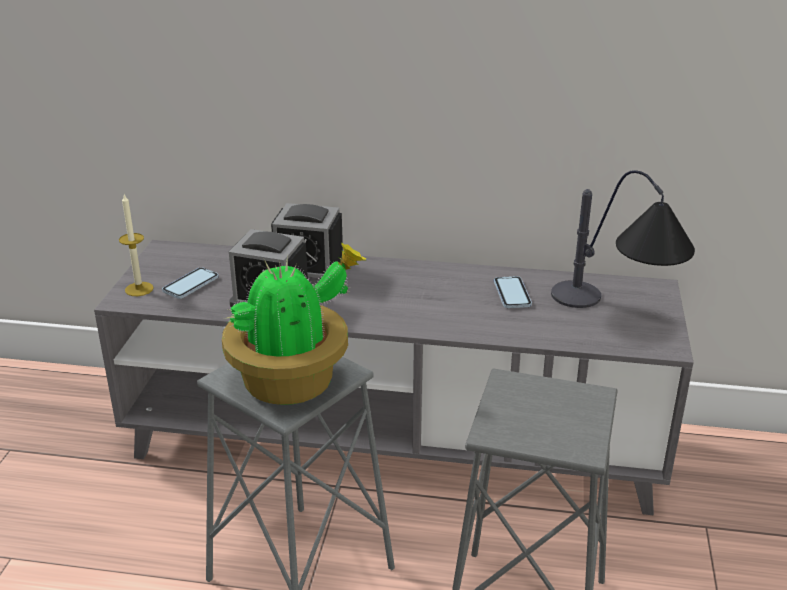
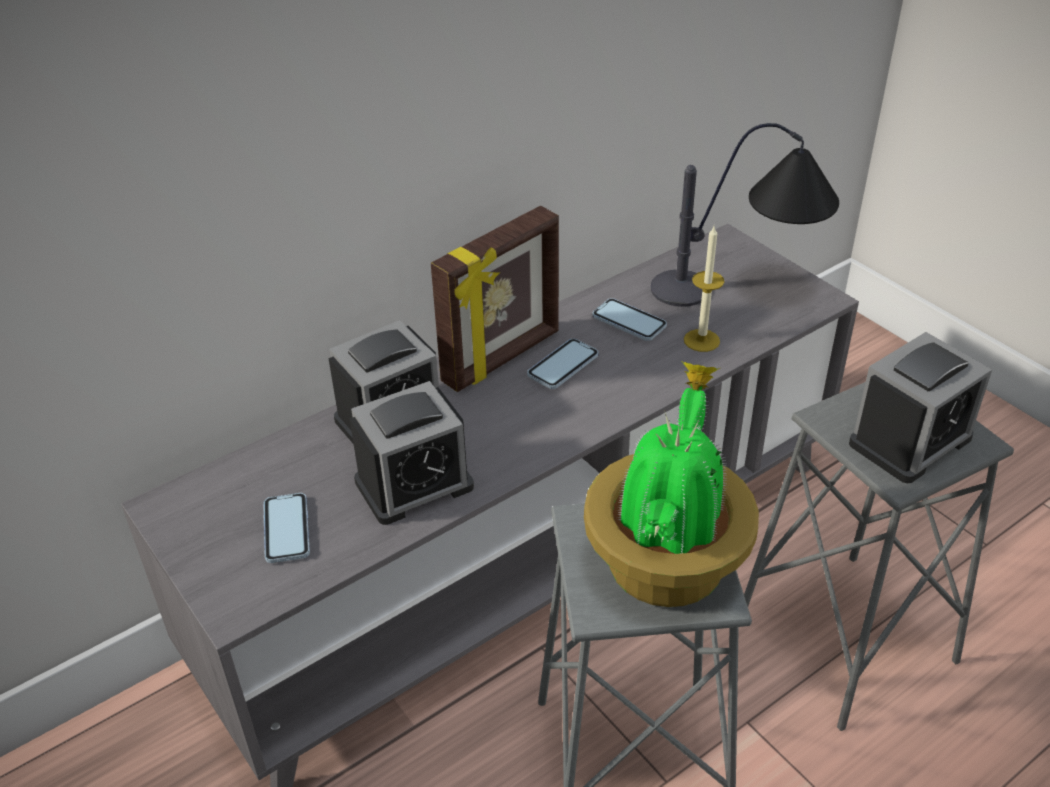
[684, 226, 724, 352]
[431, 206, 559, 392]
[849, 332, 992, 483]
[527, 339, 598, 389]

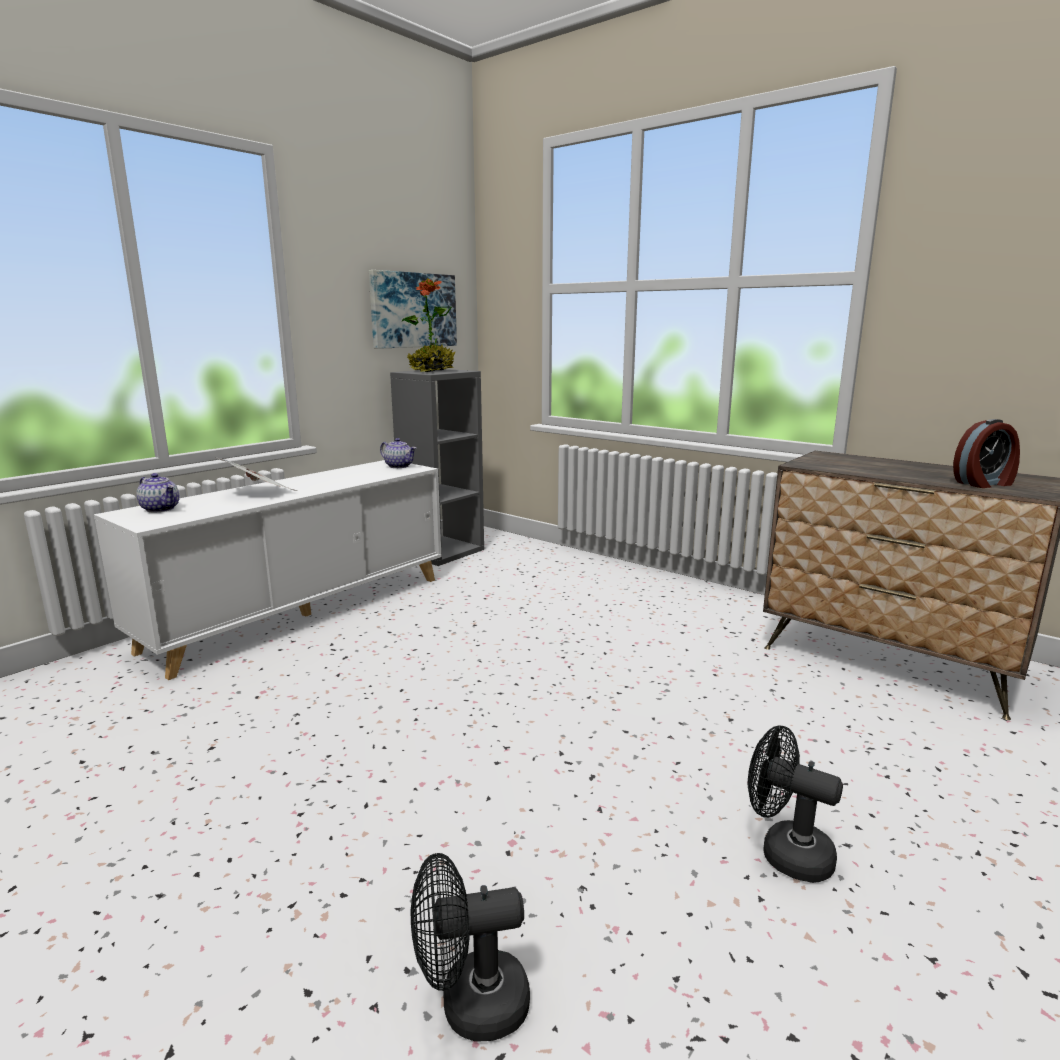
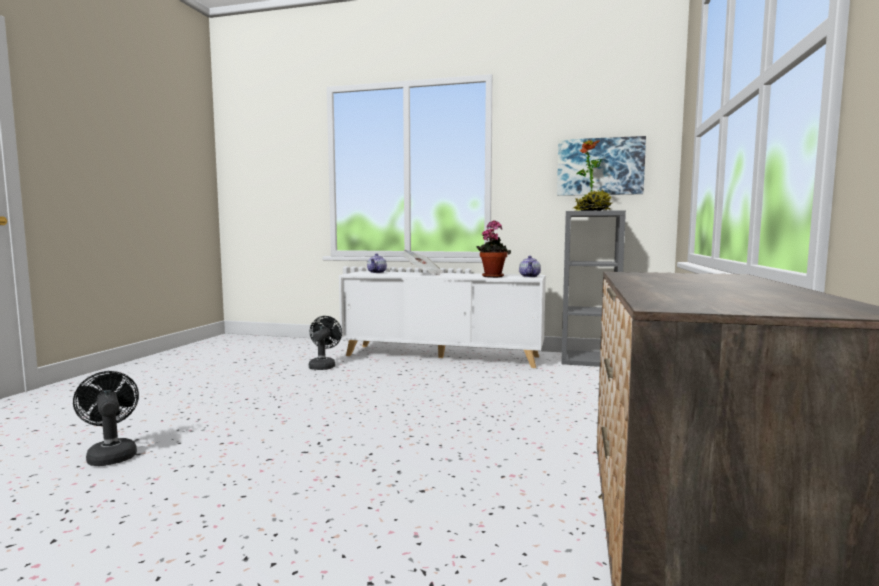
[953, 419, 1020, 488] (first image)
[309, 316, 342, 370]
[477, 220, 511, 278]

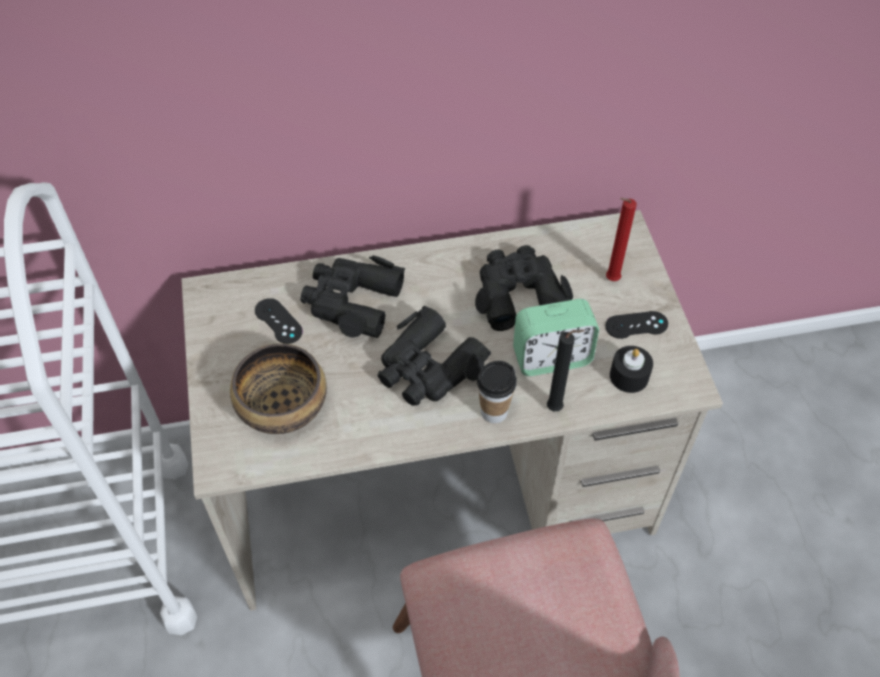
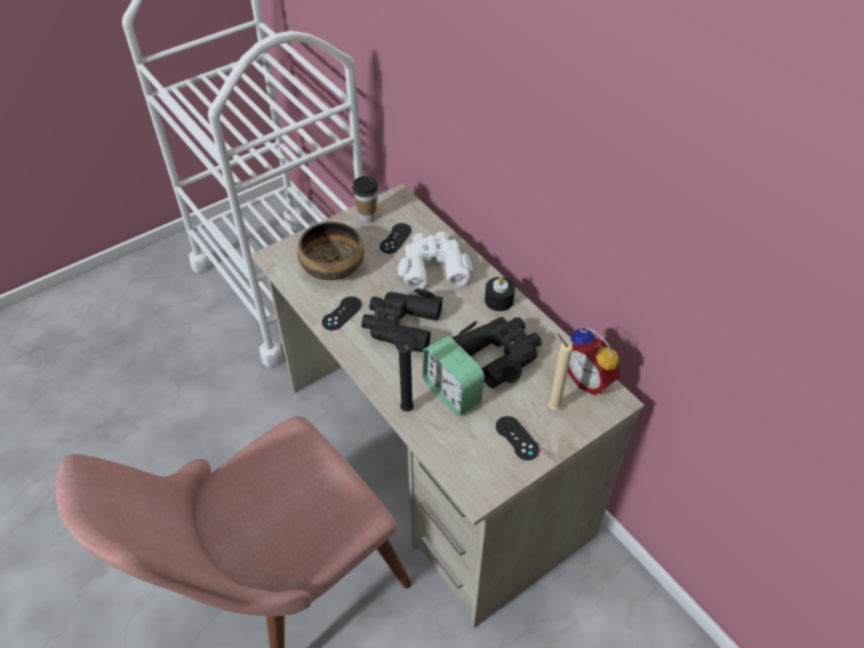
[548, 333, 573, 410]
[397, 232, 473, 291]
[485, 276, 515, 311]
[352, 176, 378, 223]
[322, 296, 362, 331]
[567, 327, 620, 395]

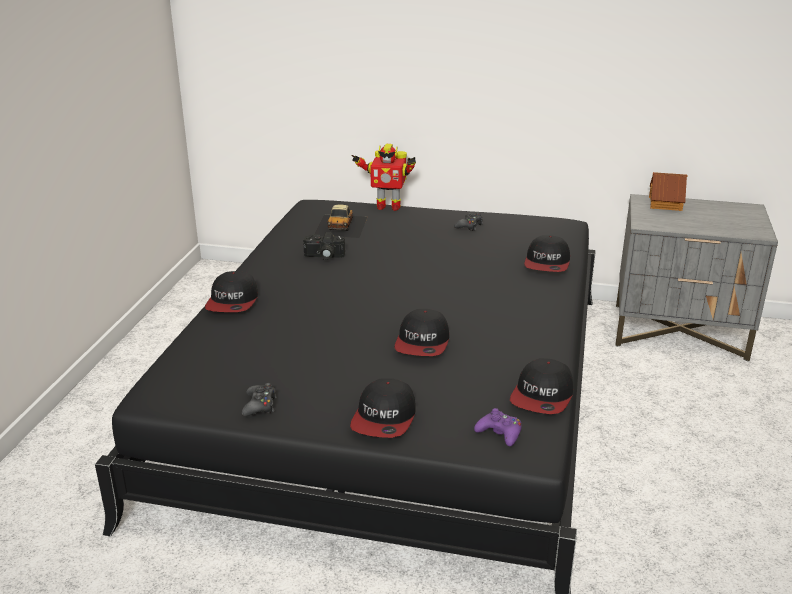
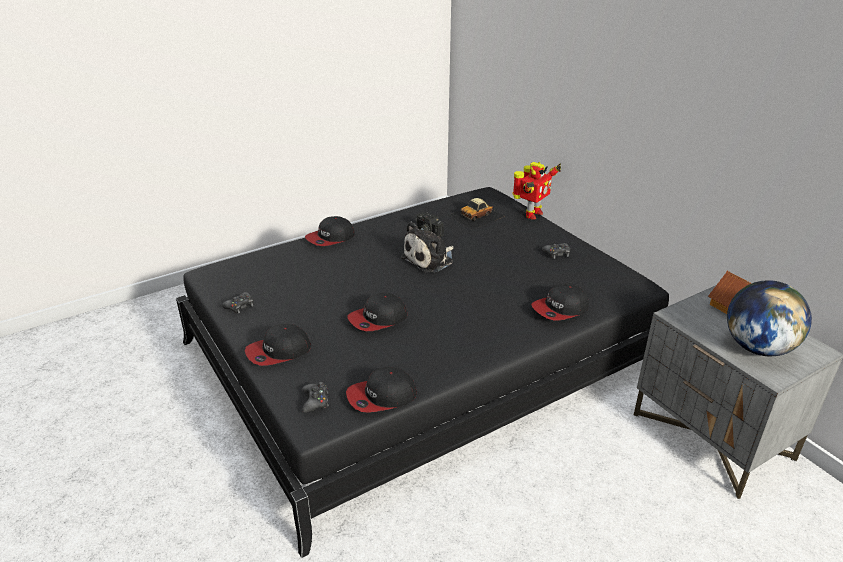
[513, 162, 561, 220]
[302, 382, 329, 413]
[401, 221, 454, 273]
[727, 280, 812, 356]

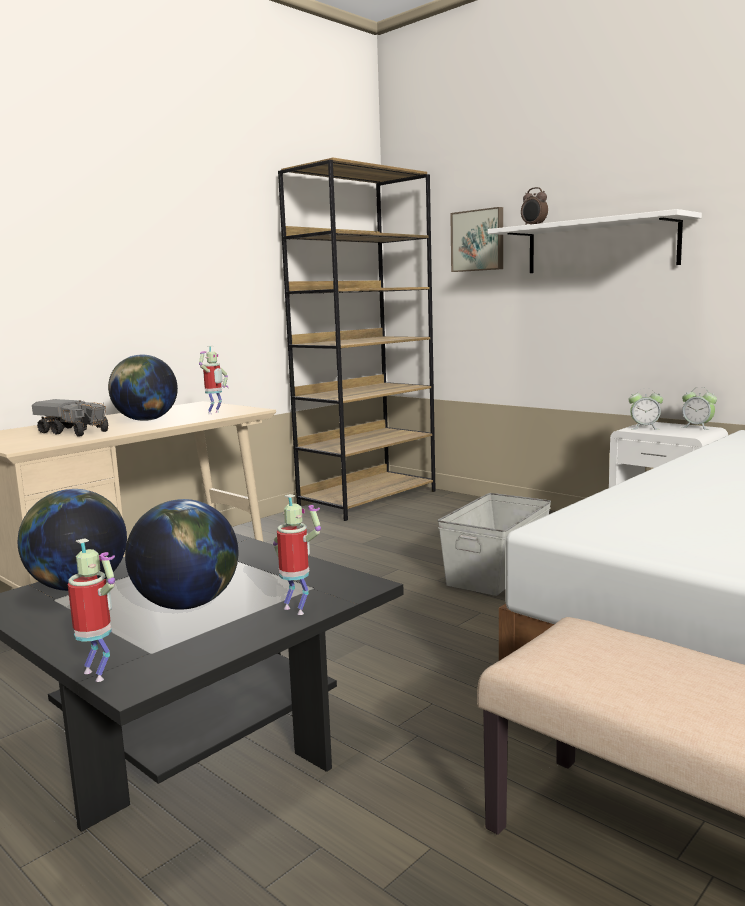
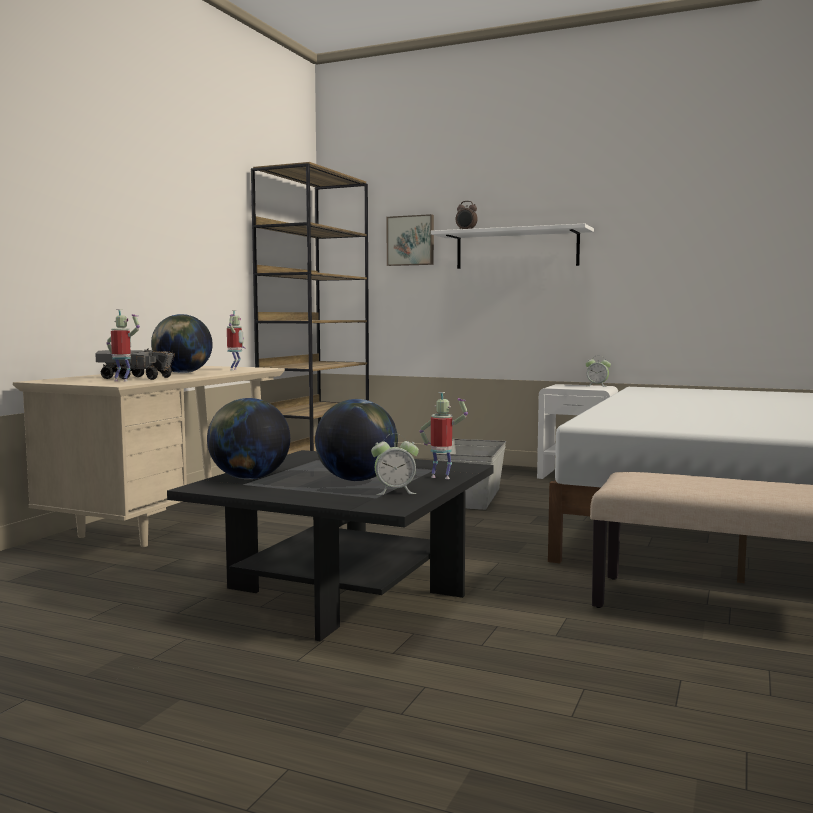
[371, 434, 419, 495]
[106, 309, 140, 382]

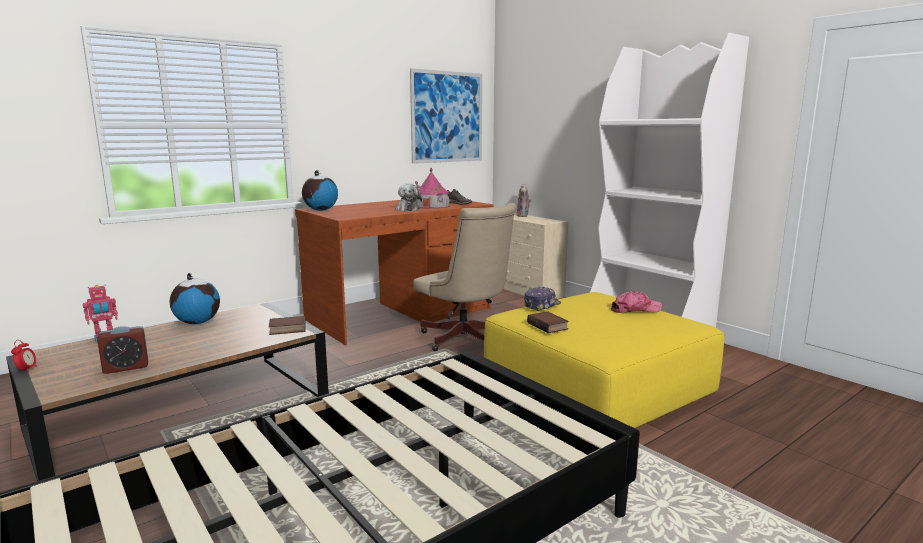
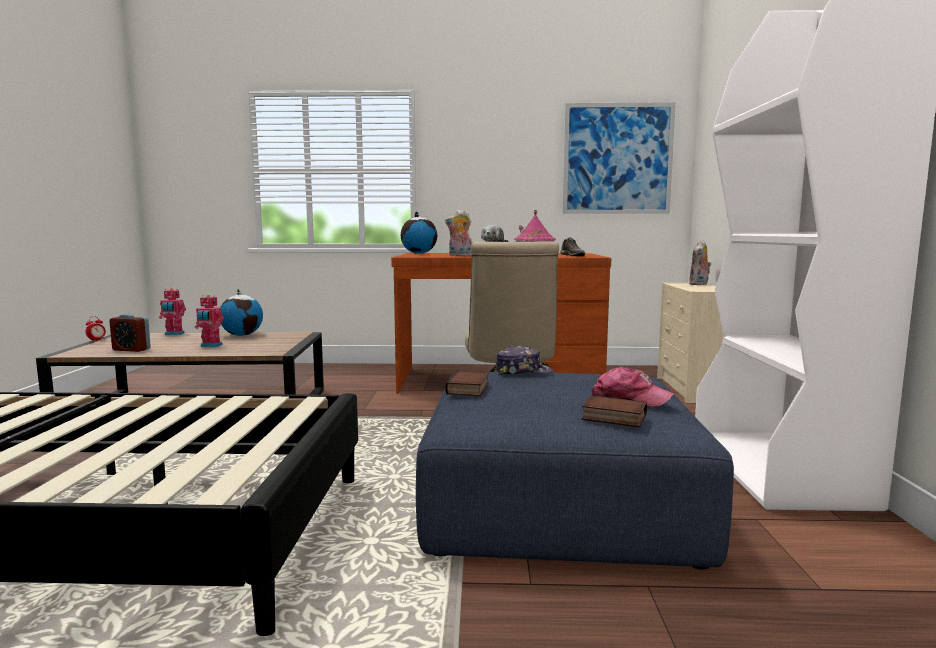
[416, 372, 734, 570]
[582, 396, 647, 428]
[445, 210, 472, 256]
[195, 295, 224, 347]

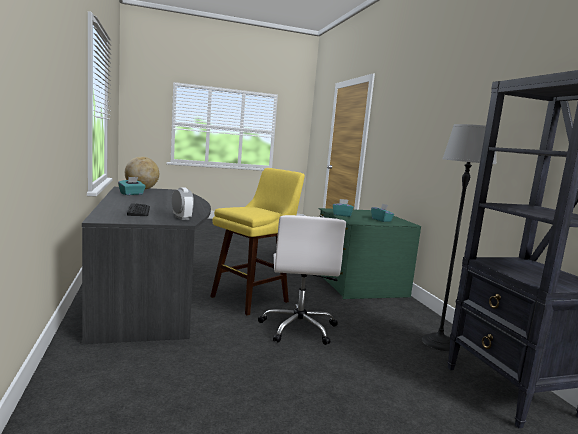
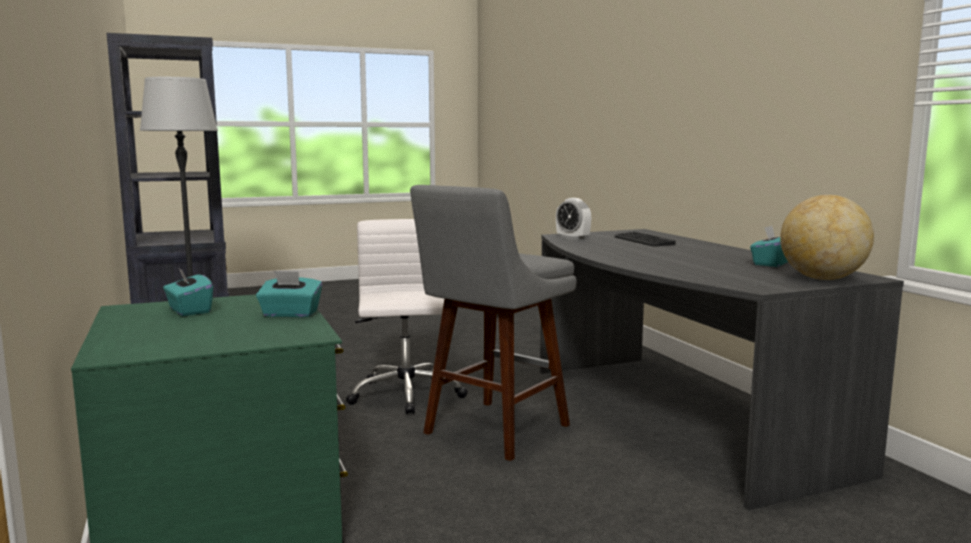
[410, 185, 577, 461]

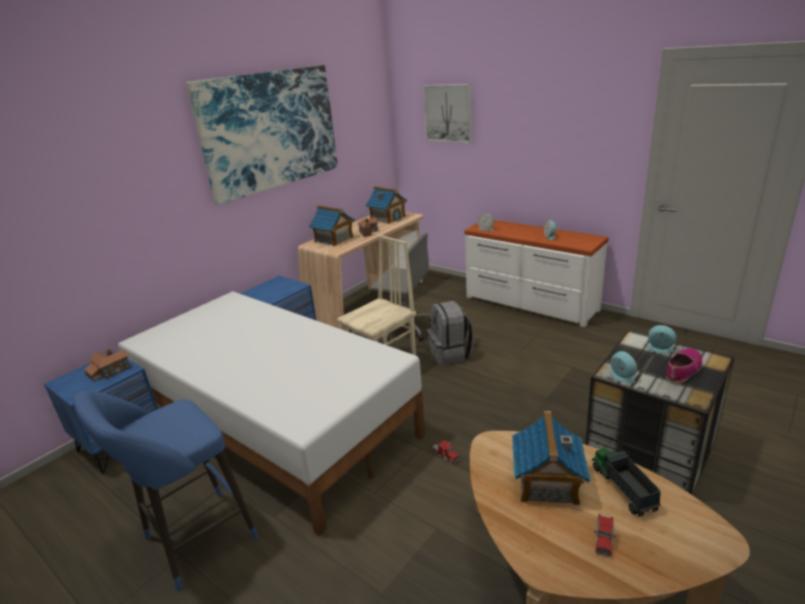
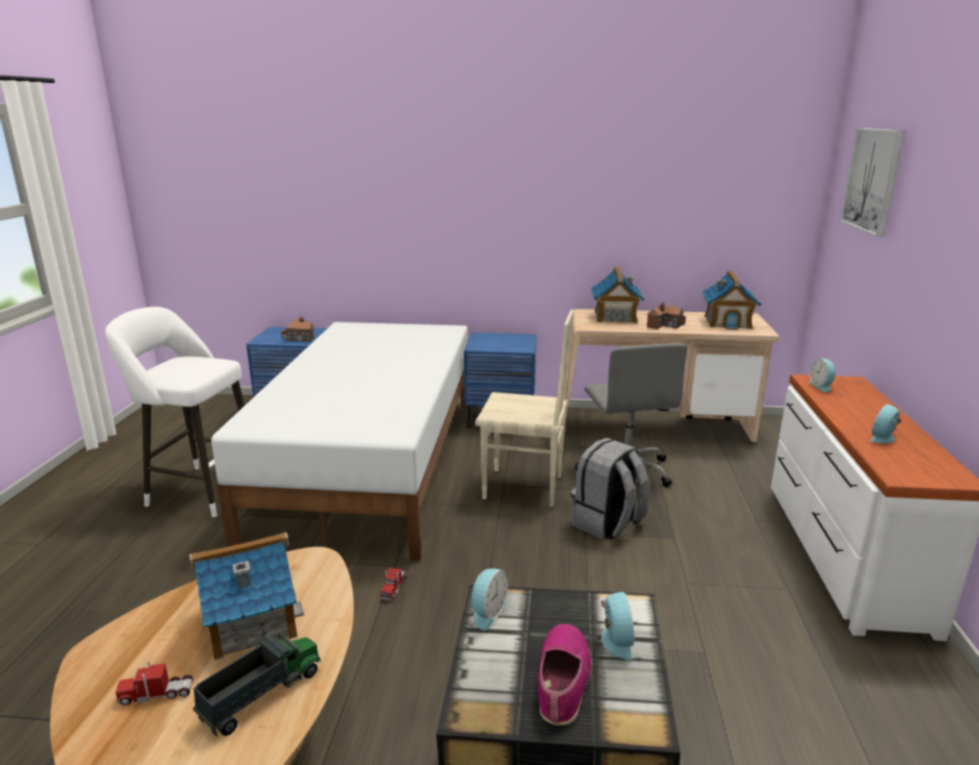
[186, 65, 338, 205] (first image)
[538, 624, 592, 726]
[105, 307, 245, 517]

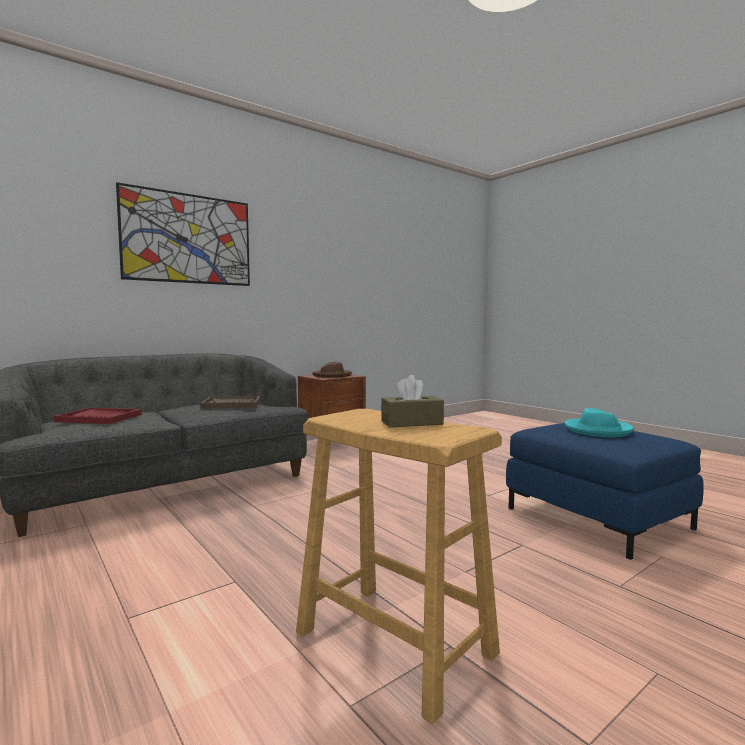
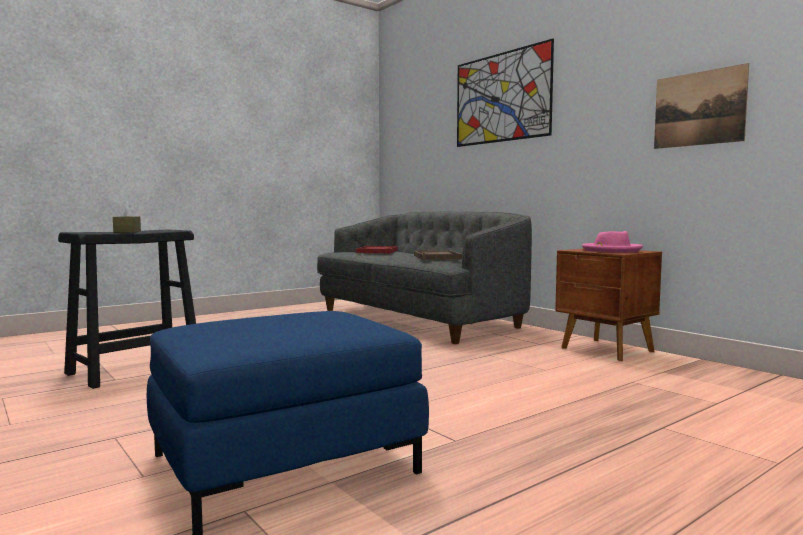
[582, 231, 643, 253]
[565, 408, 634, 437] (first image)
[58, 230, 196, 389]
[654, 63, 749, 149]

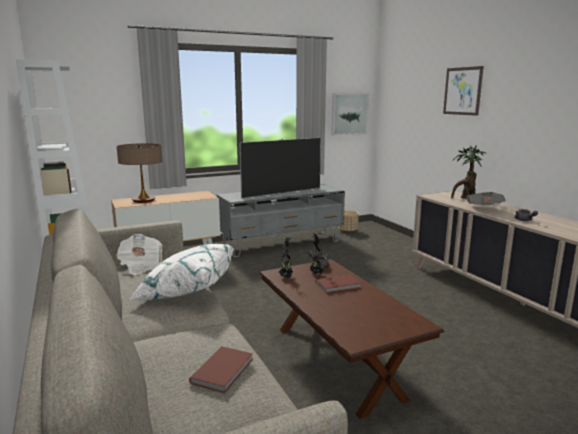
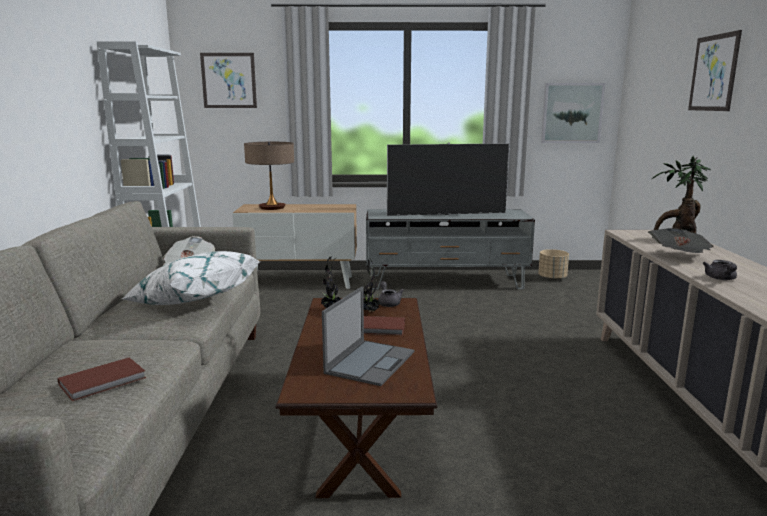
[200, 53, 257, 108]
[322, 286, 414, 386]

